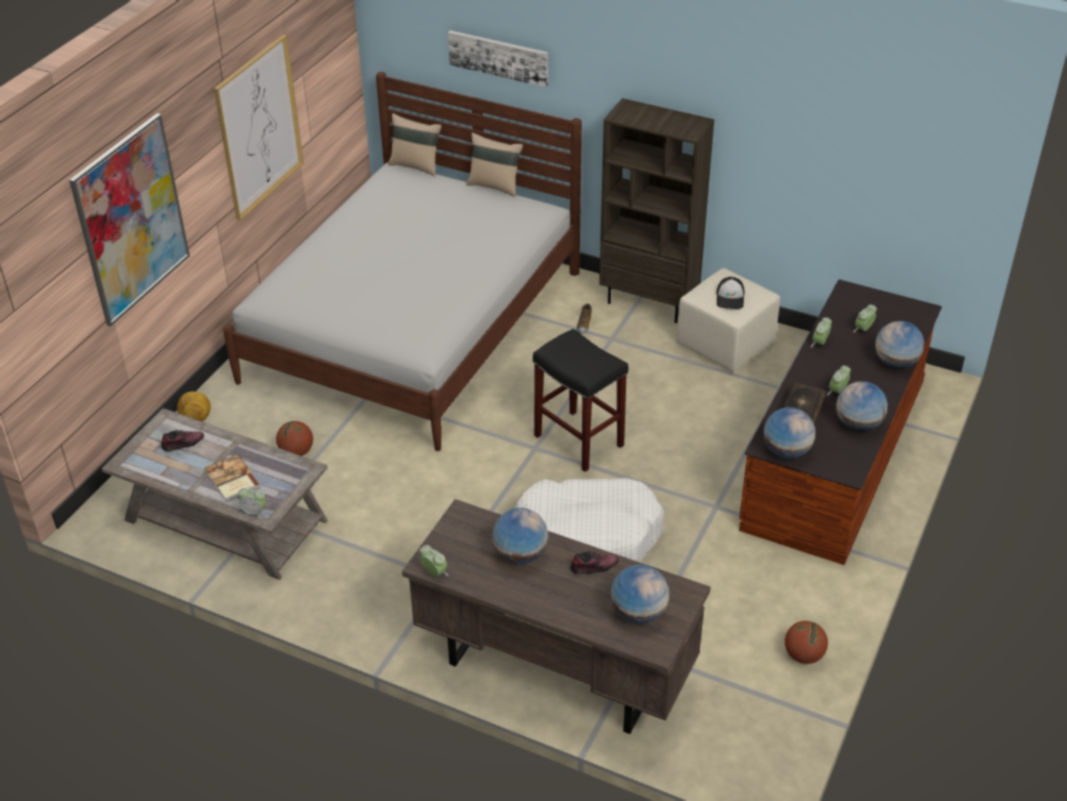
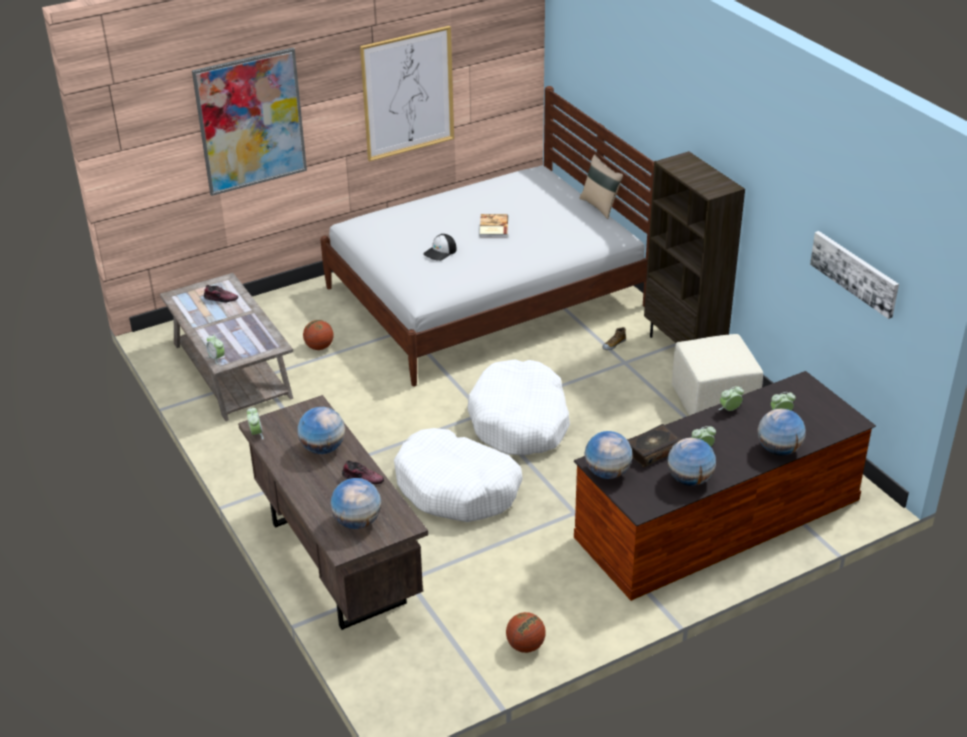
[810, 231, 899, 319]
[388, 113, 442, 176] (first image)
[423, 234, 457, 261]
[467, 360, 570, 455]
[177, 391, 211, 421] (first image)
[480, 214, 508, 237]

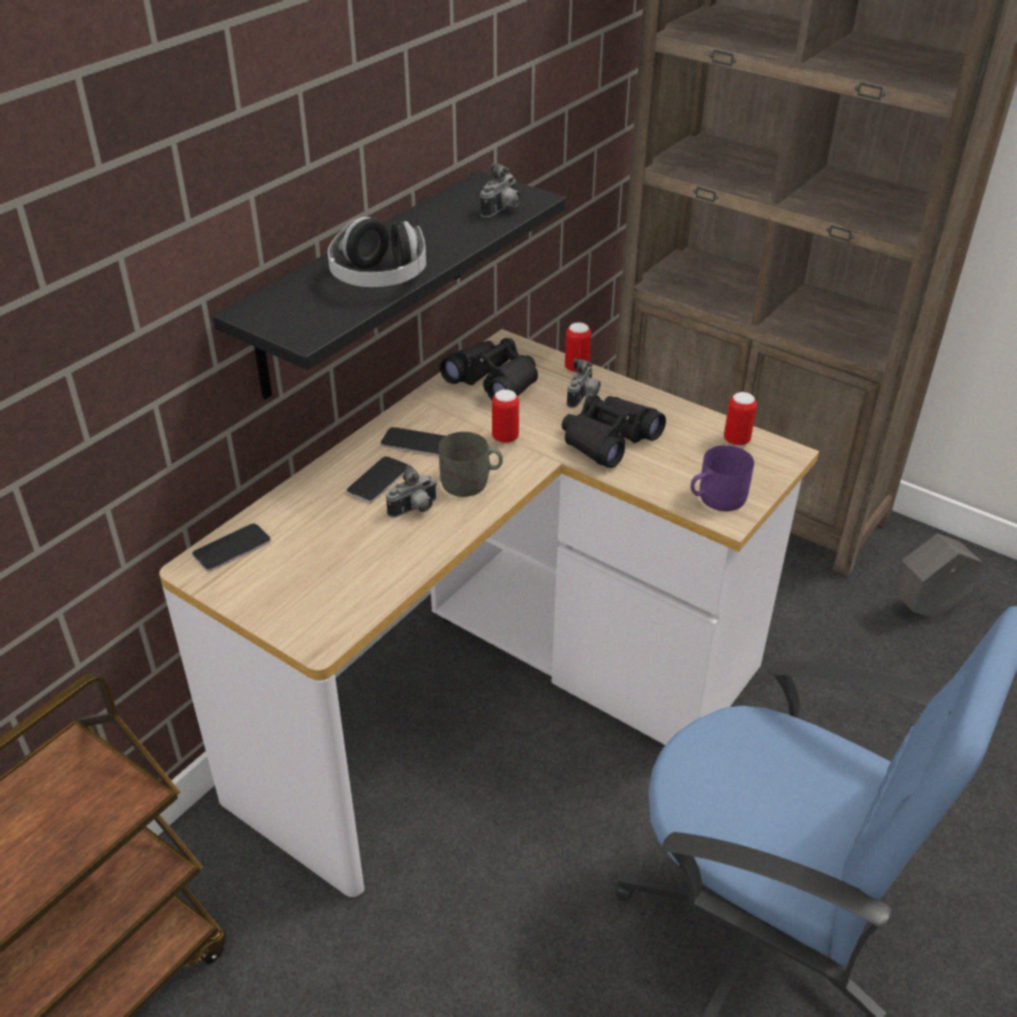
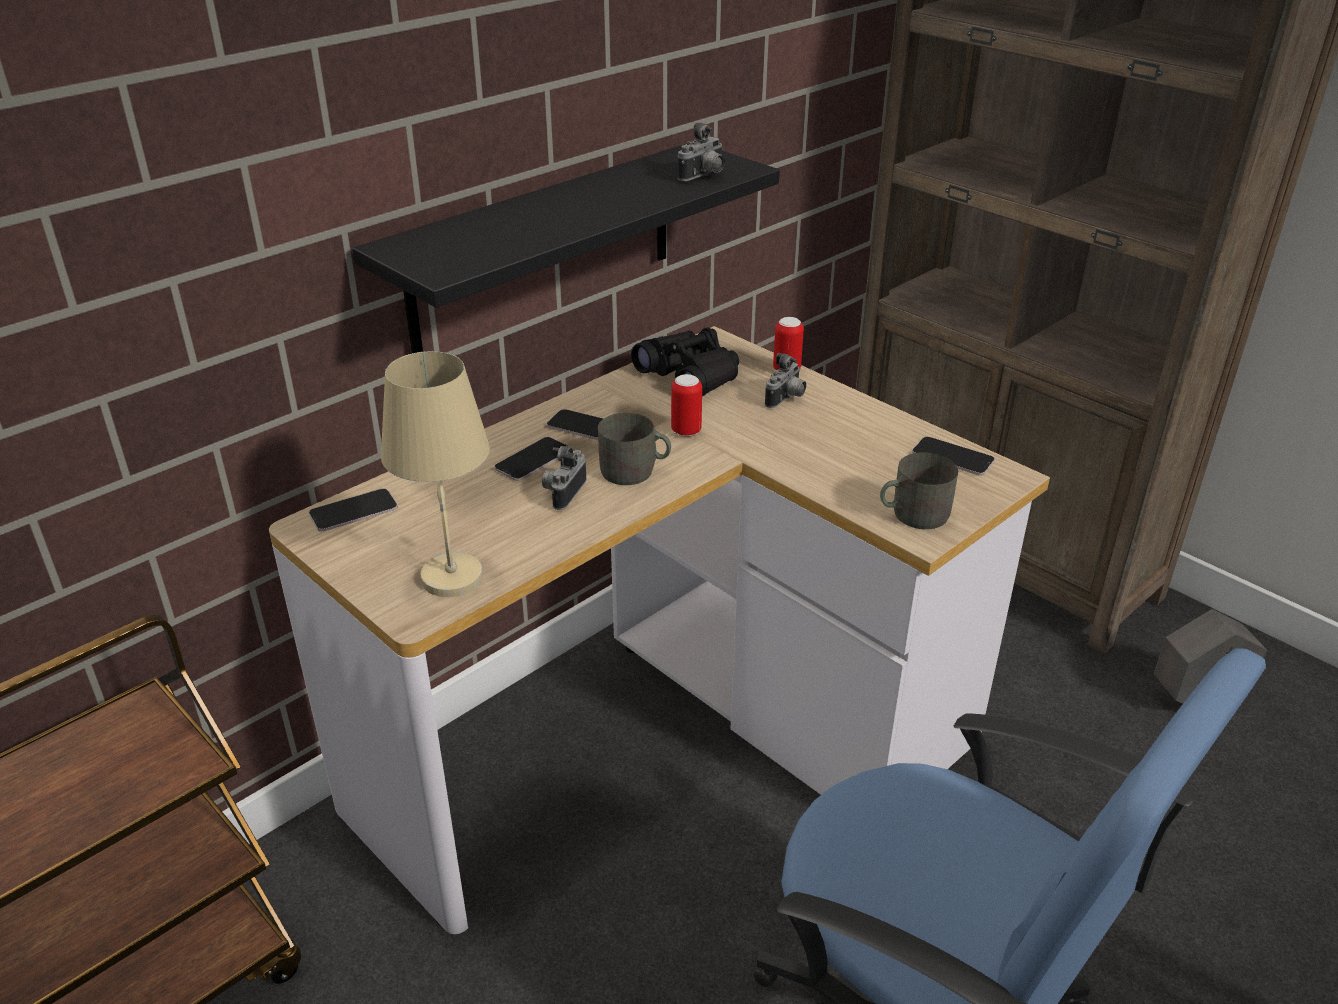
[328, 217, 426, 287] (first image)
[912, 436, 995, 476]
[562, 395, 666, 468] (first image)
[880, 452, 958, 529]
[542, 446, 586, 510]
[381, 351, 490, 597]

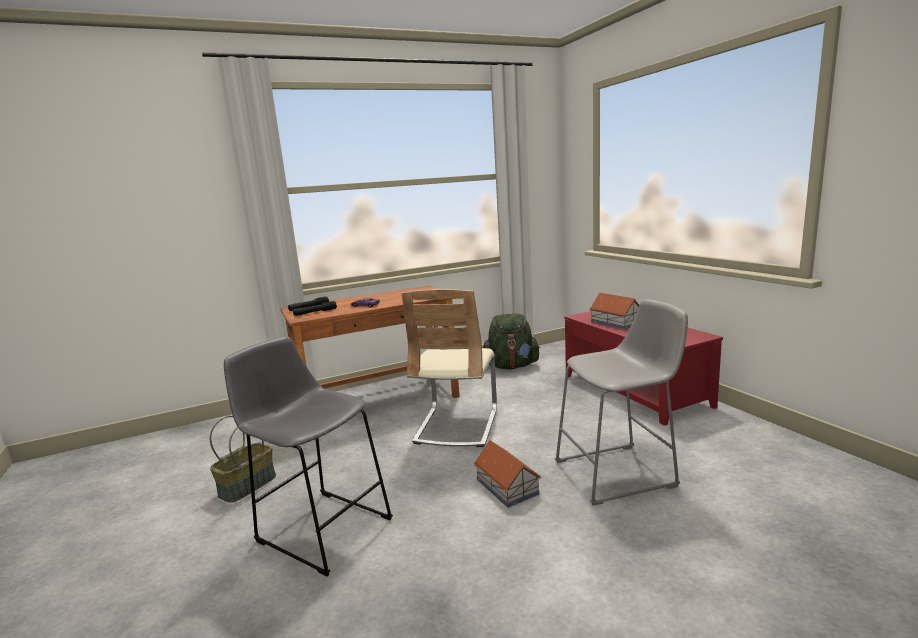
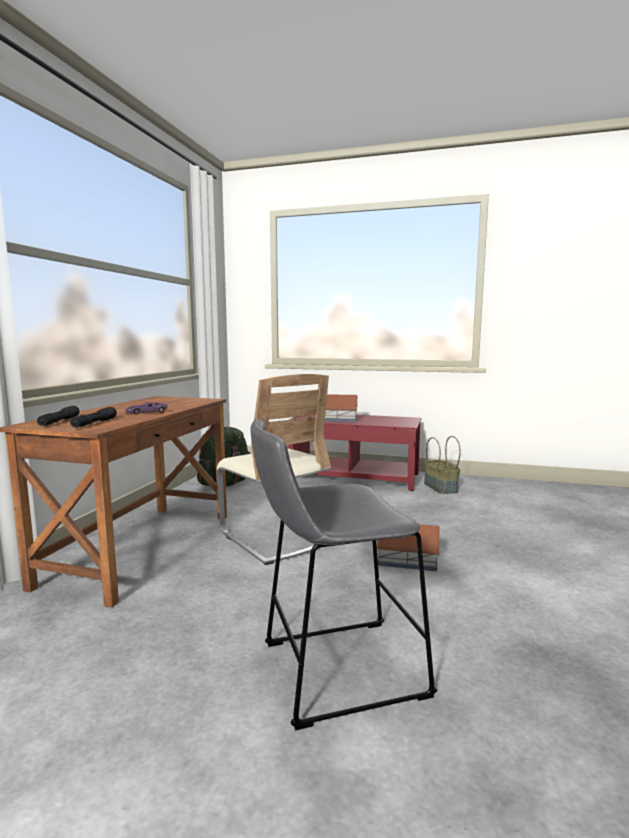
[555, 299, 688, 506] (first image)
[424, 436, 461, 494]

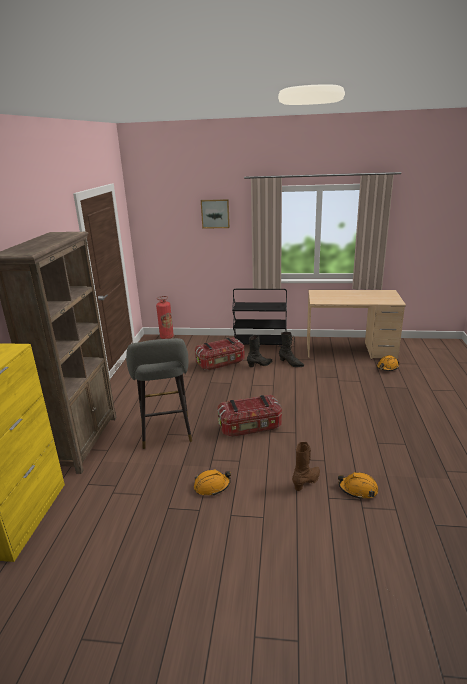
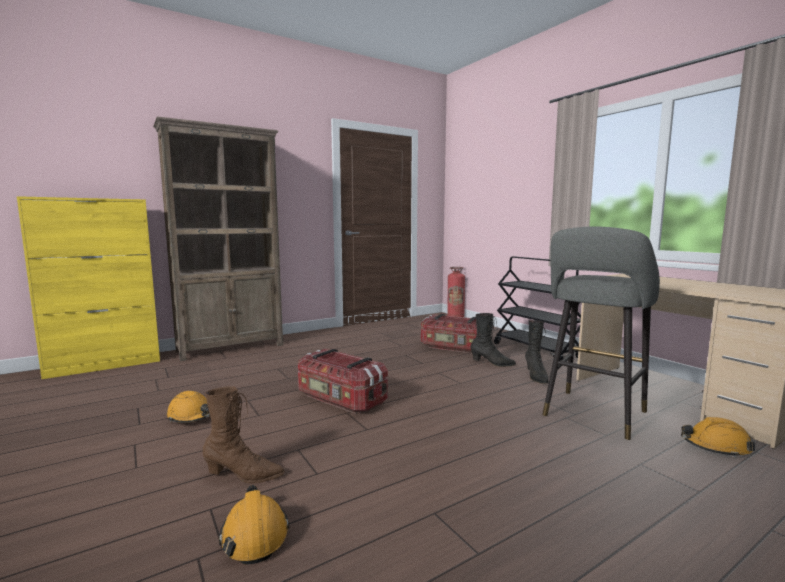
[201, 199, 230, 229] (first image)
[542, 226, 660, 440]

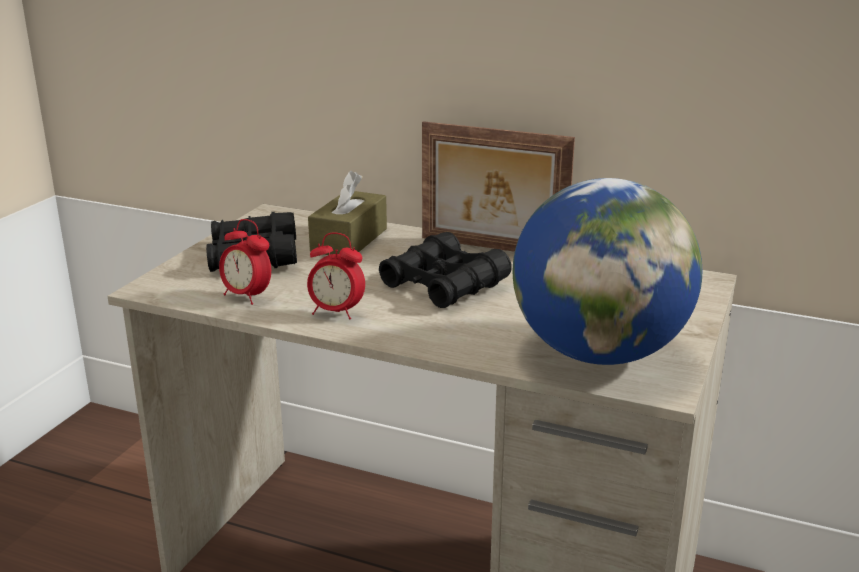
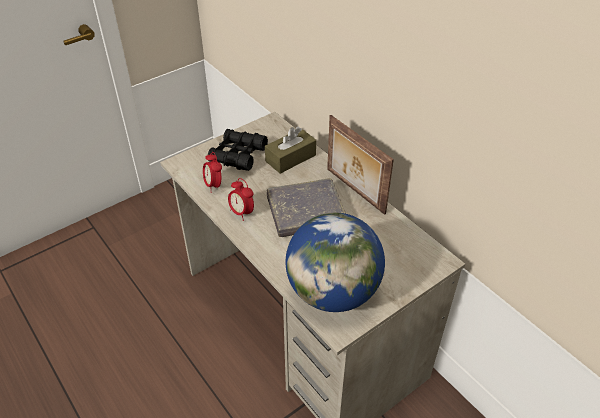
[267, 178, 346, 237]

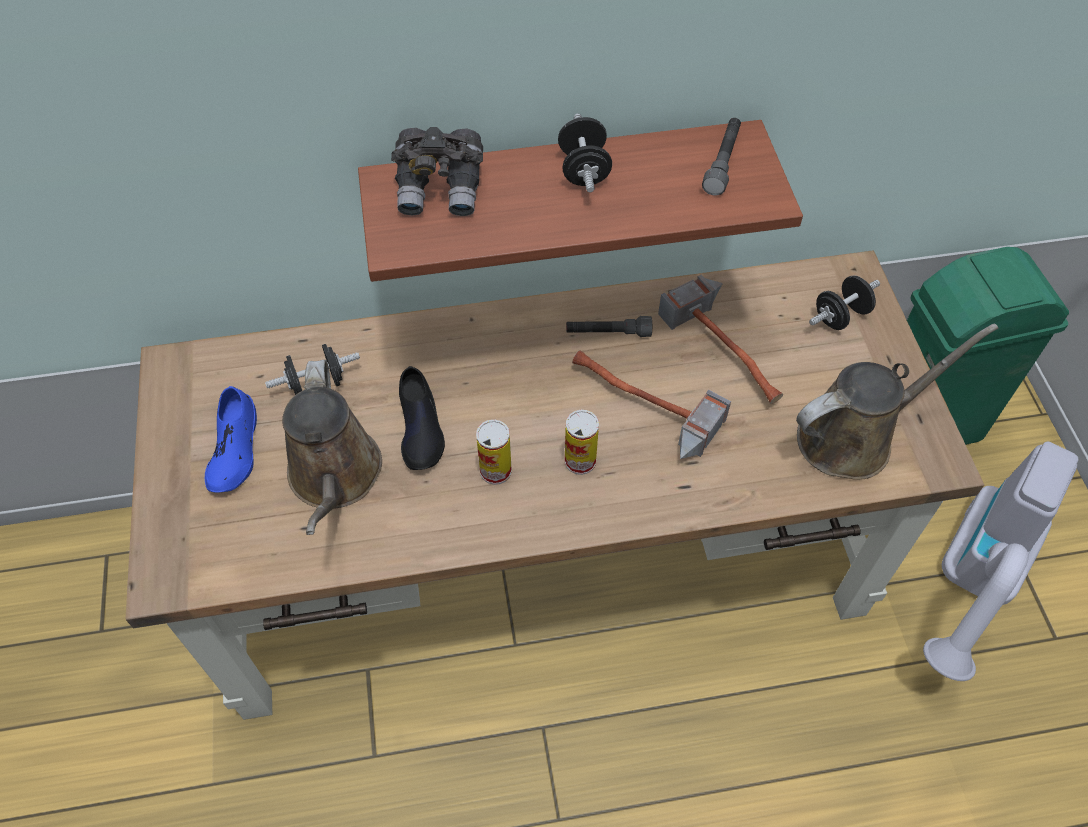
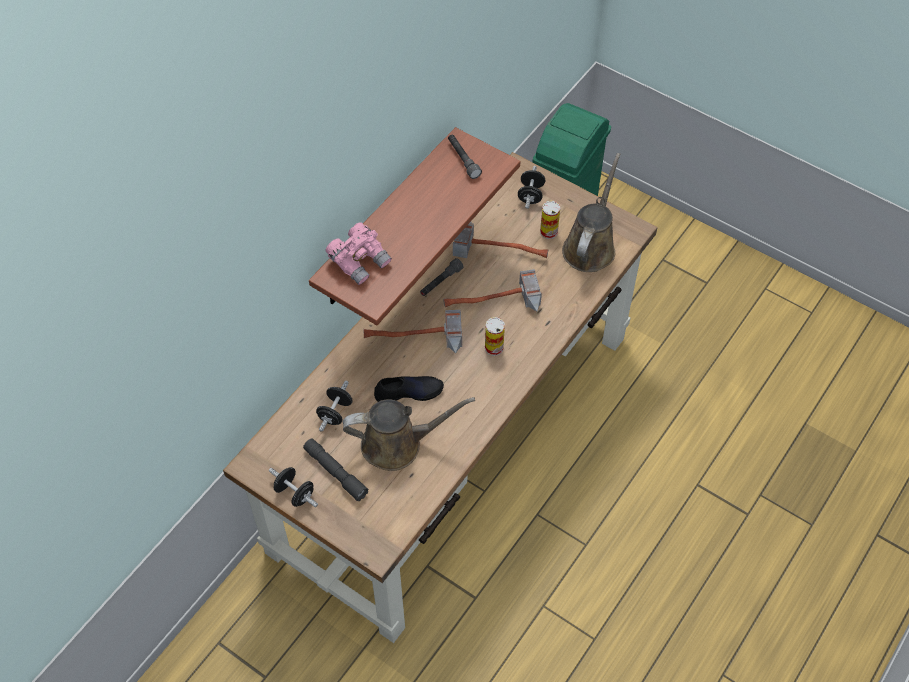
[269, 467, 318, 507]
[325, 222, 392, 285]
[343, 397, 475, 471]
[374, 376, 444, 402]
[303, 438, 369, 501]
[540, 201, 560, 239]
[923, 442, 1078, 681] (first image)
[364, 310, 462, 353]

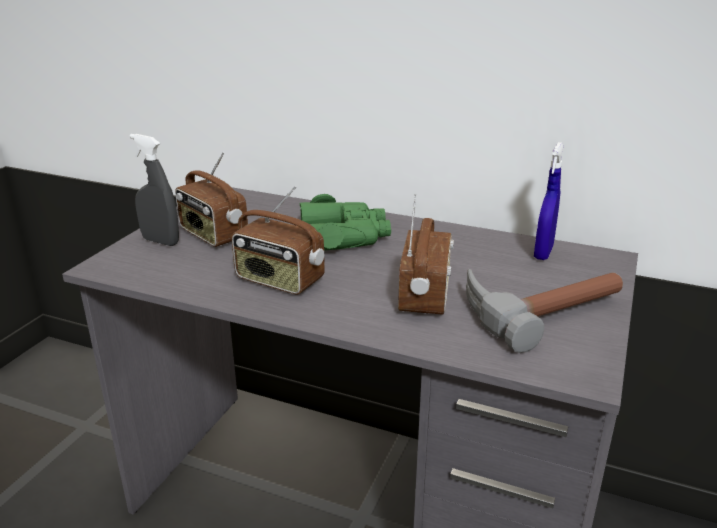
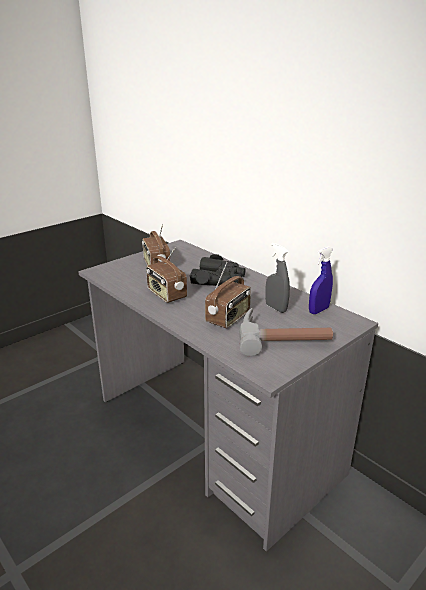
[265, 243, 290, 313]
[189, 254, 246, 286]

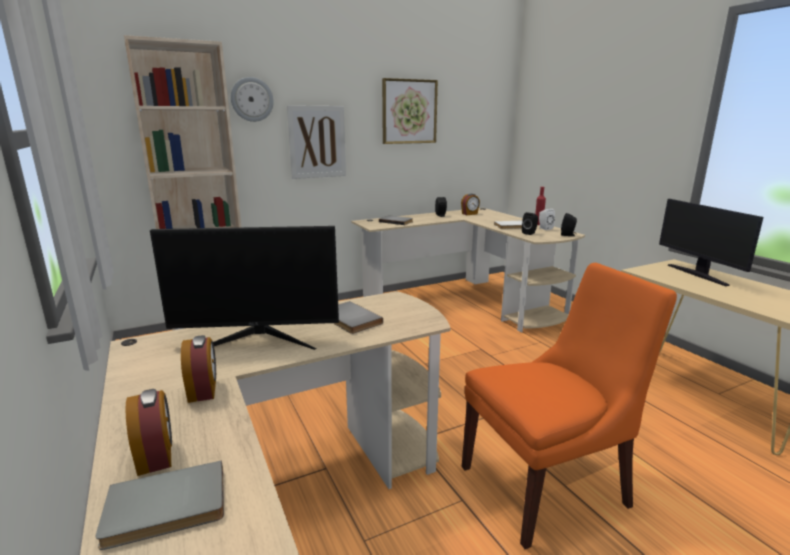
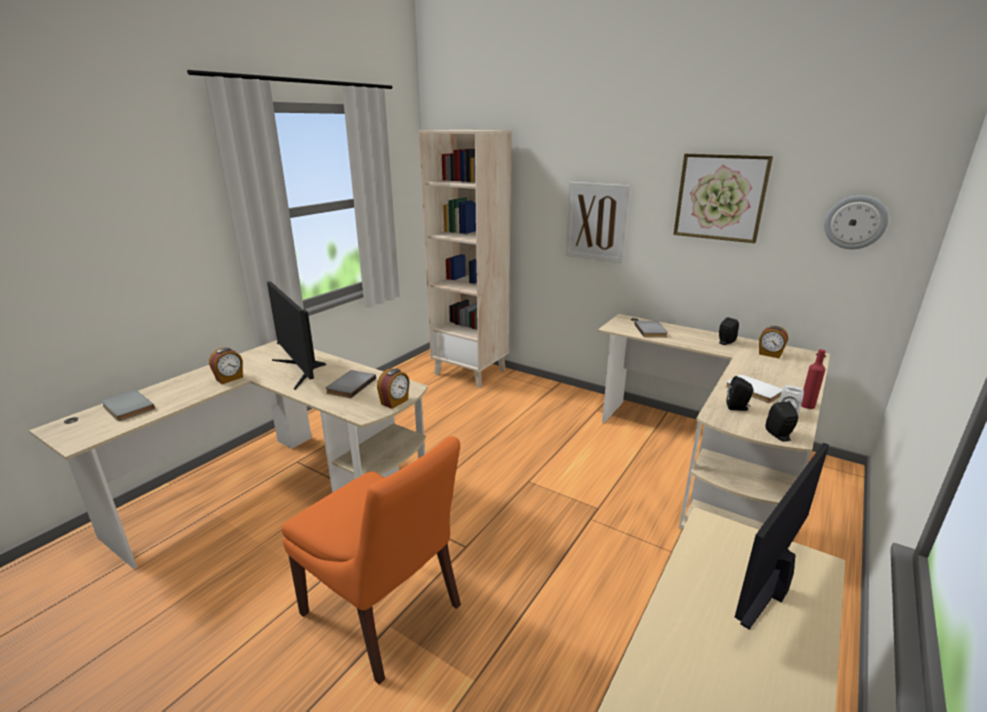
[824, 195, 889, 249]
[377, 368, 410, 409]

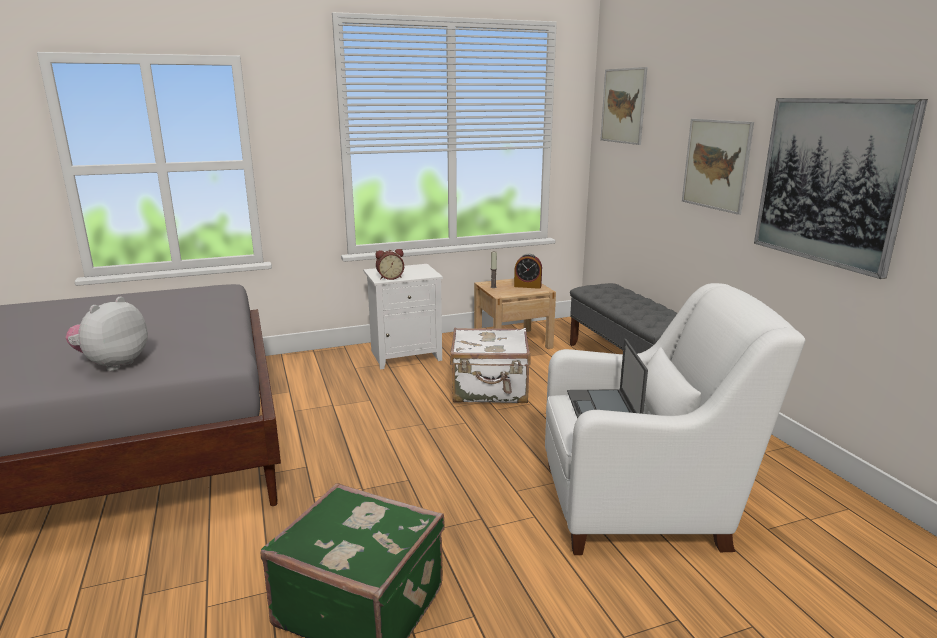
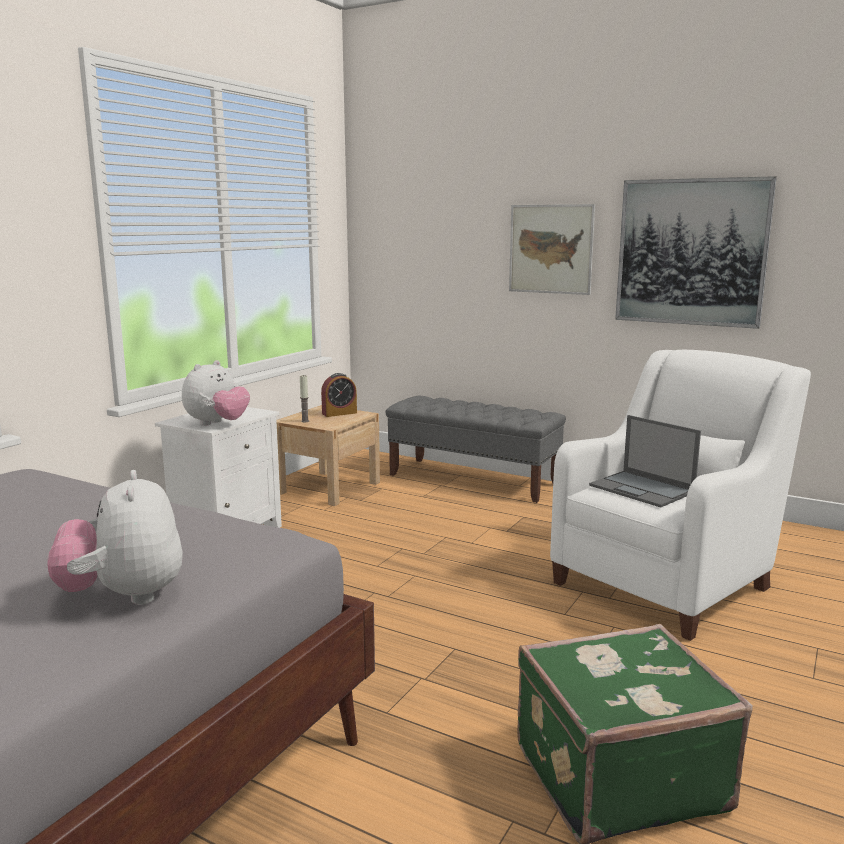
[600, 67, 648, 145] (first image)
[182, 360, 250, 426]
[450, 328, 531, 403] (first image)

